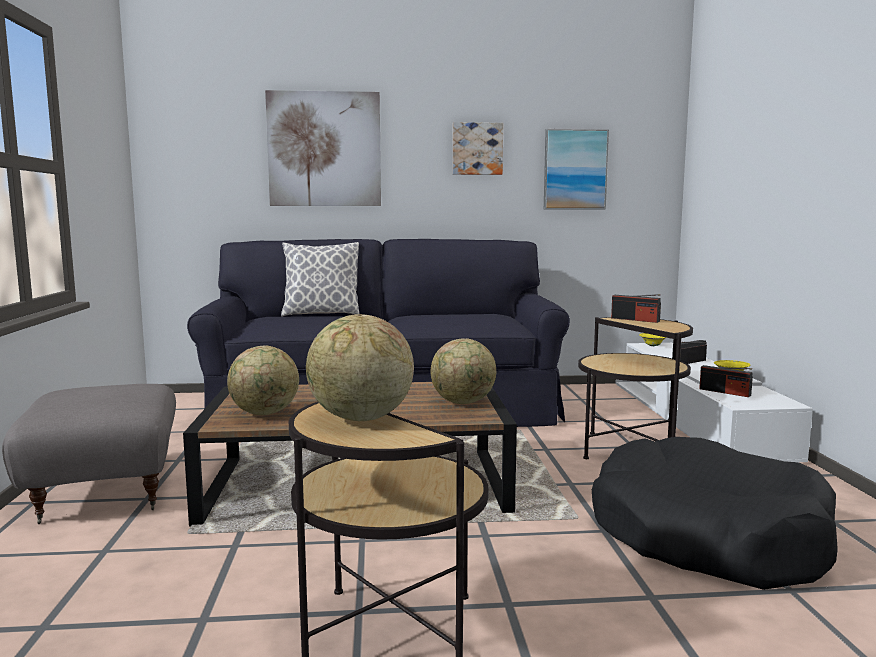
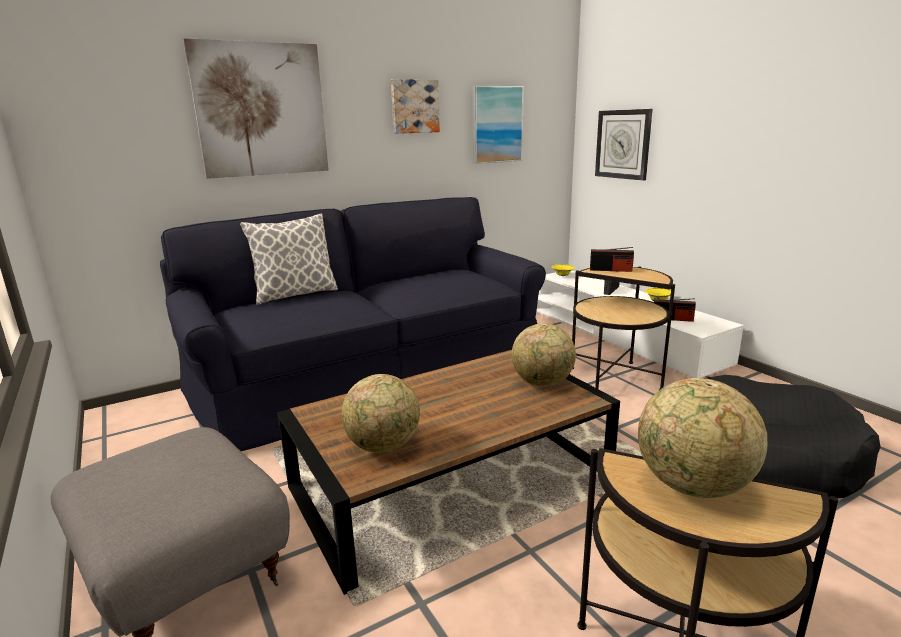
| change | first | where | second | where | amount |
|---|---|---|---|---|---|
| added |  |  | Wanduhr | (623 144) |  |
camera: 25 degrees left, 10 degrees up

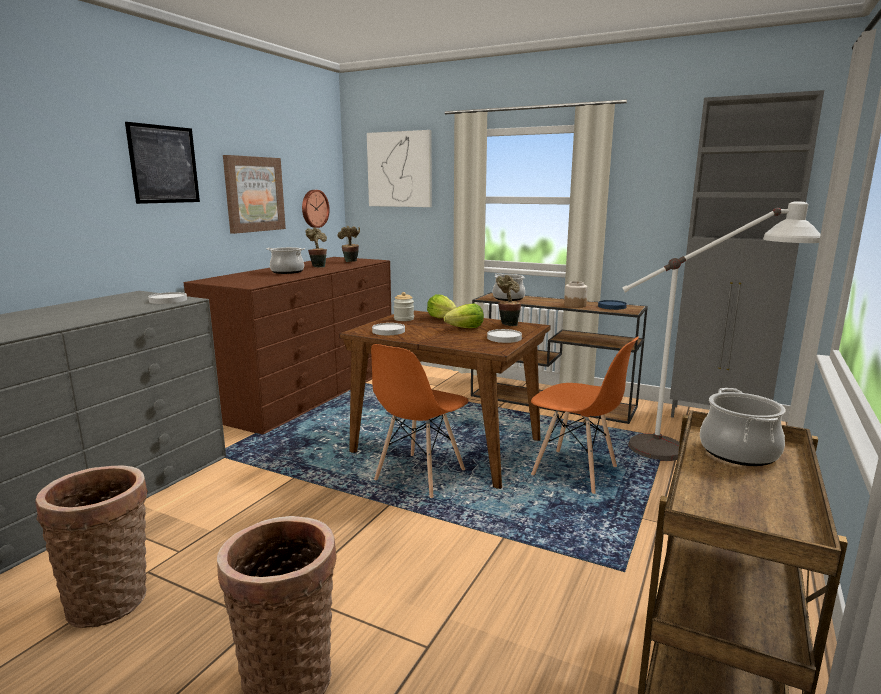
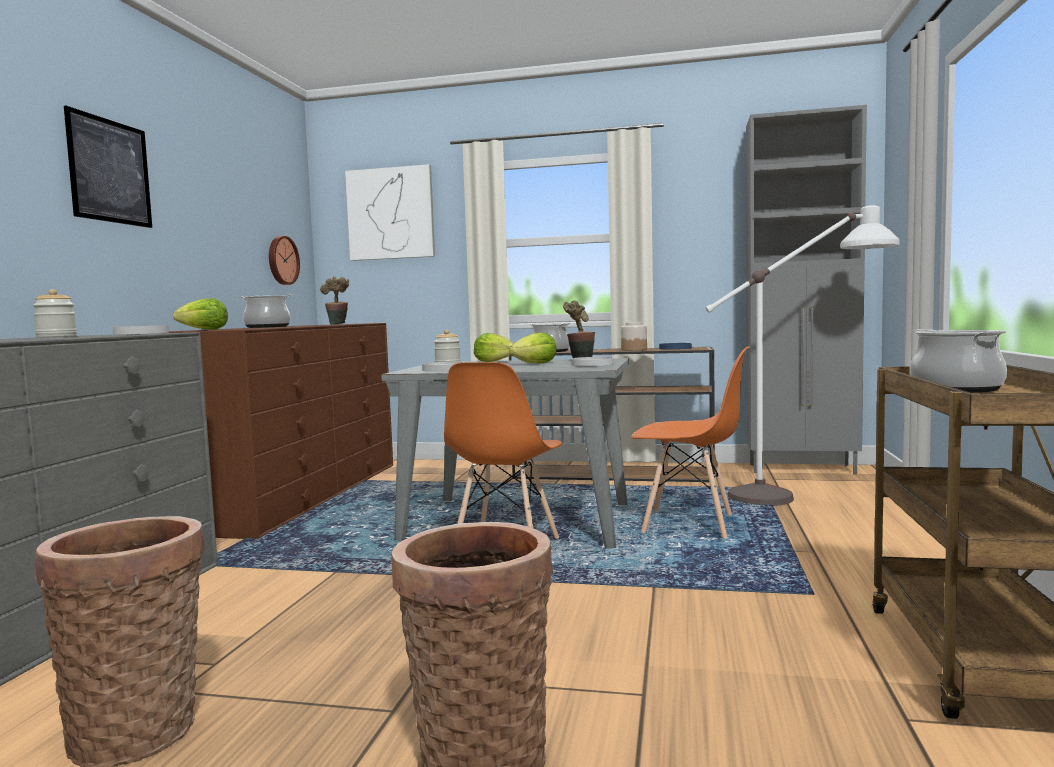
| change | first | where | second | where | amount |
|---|---|---|---|---|---|
| added |  |  | Vorratsglas | (56 336) |  |
| added |  |  | Salatkopf | (204 330) |  |
| recoloured | Esstisch/braun | (448 446) | Esstisch/grau | (521 521) |  |
| removed | Bild | (254 194) |  |  |  |
| removed | Topfpflanze | (318 266) |  |  |  |
camera: 15 degrees left, 10 degrees down

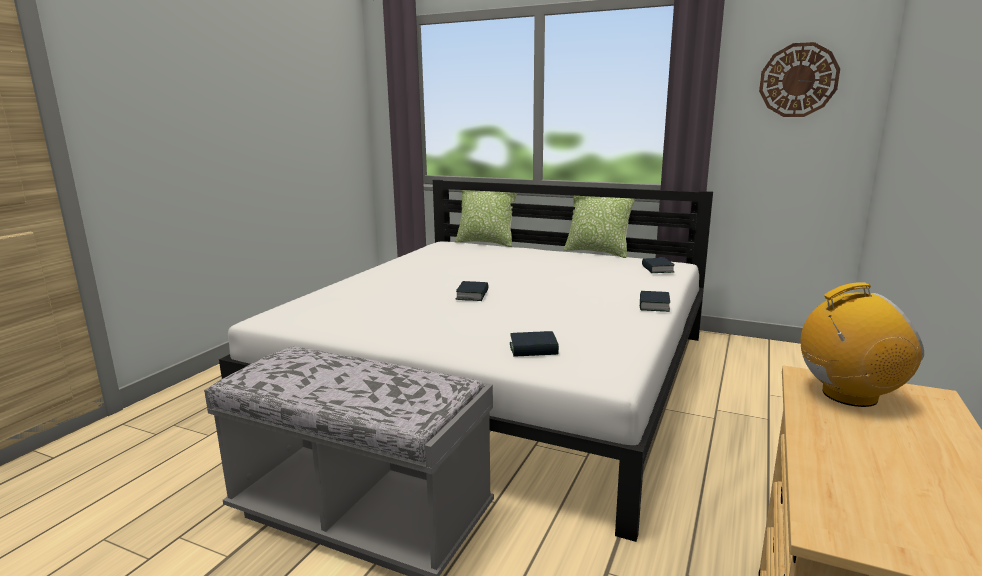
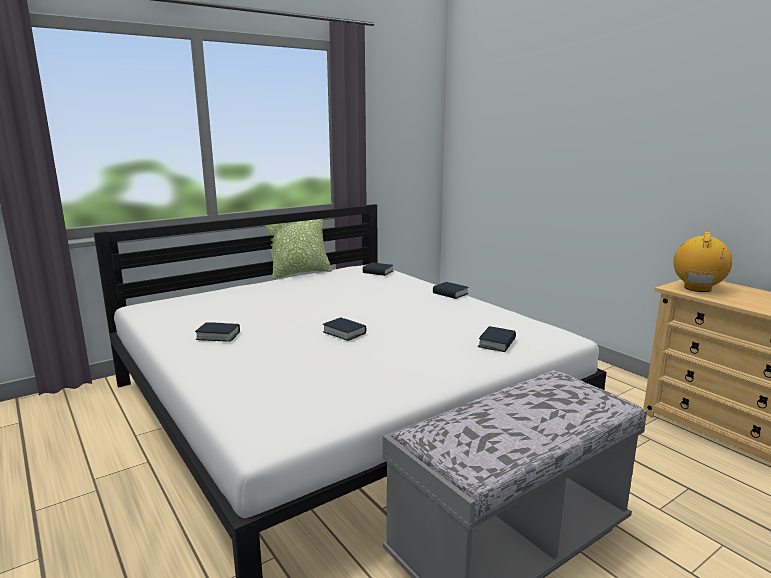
| change | first | where | second | where | amount |
|---|---|---|---|---|---|
| added |  |  | Buch | (218 336) |  |
| removed | Kissen | (486 243) |  |  |  |
| removed | Wanduhr | (798 80) |  |  |  |
camera: 60 degrees left, 0 degrees up

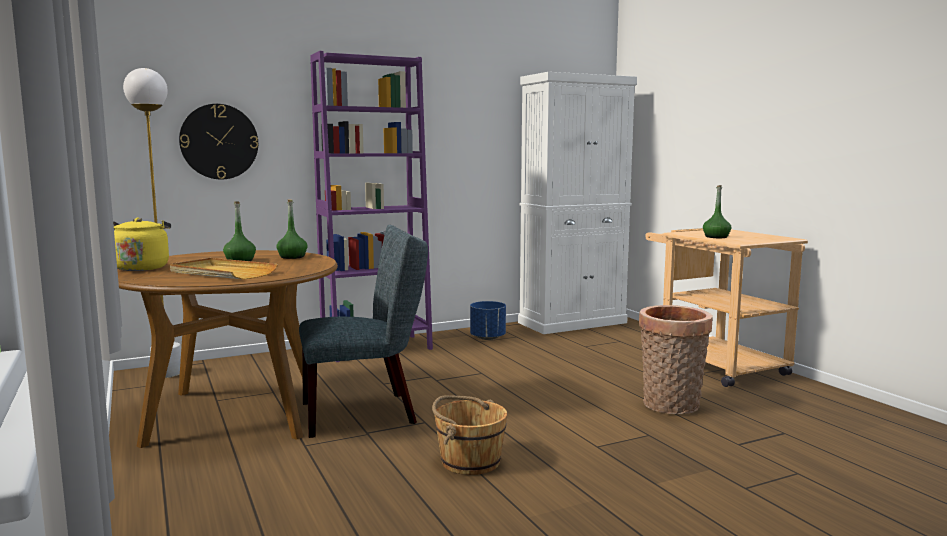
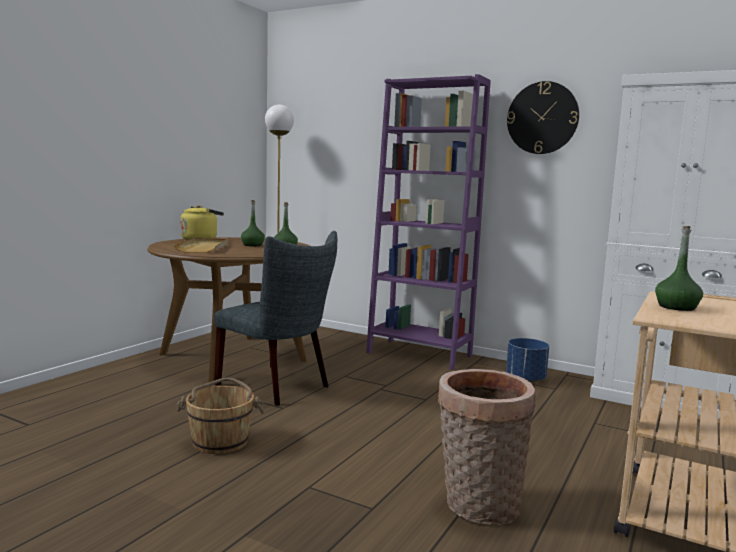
| change | first | where | second | where | amount |
|---|---|---|---|---|---|
| moved | Wanduhr | (219 141) |  | (542 118) |  |
camera: 55 degrees right, 0 degrees up

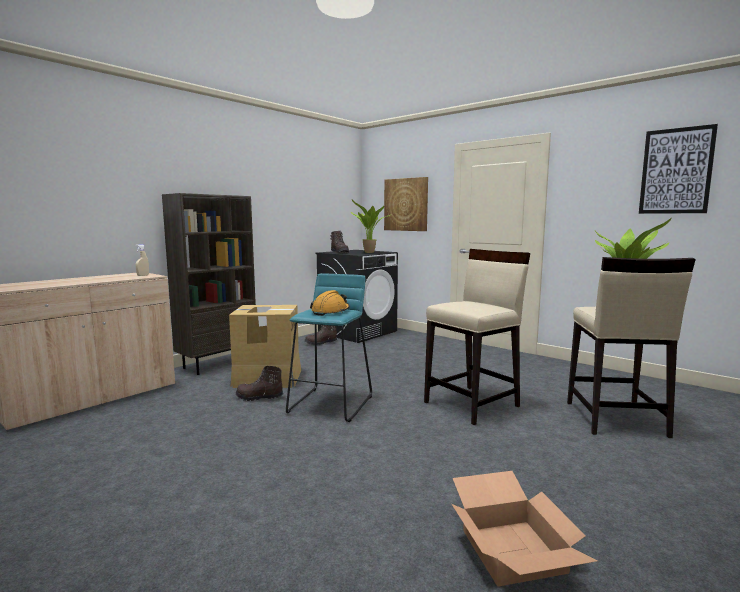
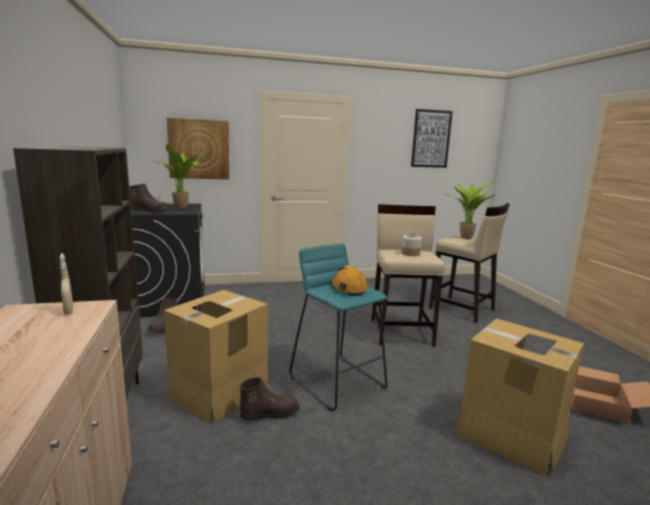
| change | first | where | second | where | amount |
|---|---|---|---|---|---|
| turned | Stiefel/braun | (259 397) |  | (269 414) | 150 degrees counterclockwise |
| added |  |  | Vorratsglas | (410 253) |  |
| added |  |  | Karton | (511 435) |  |
camera: 55 degrees left, 5 degrees up

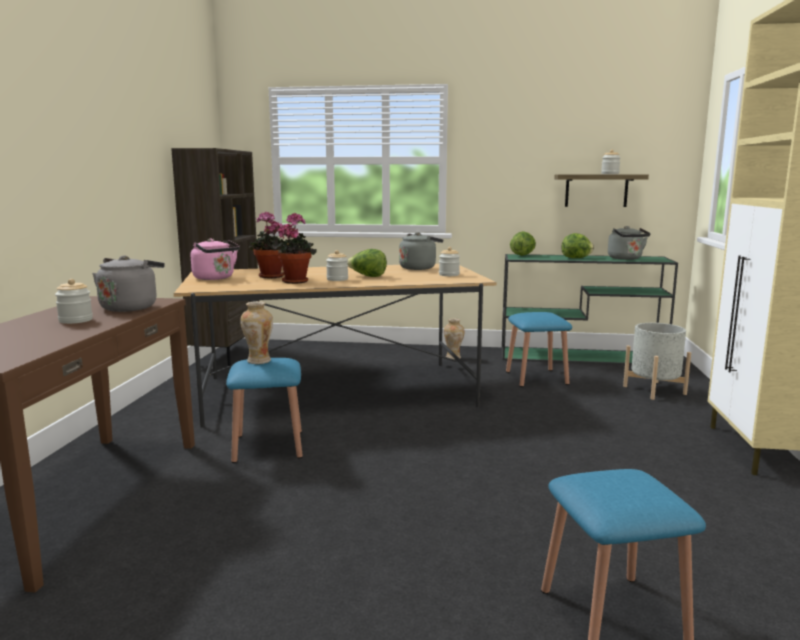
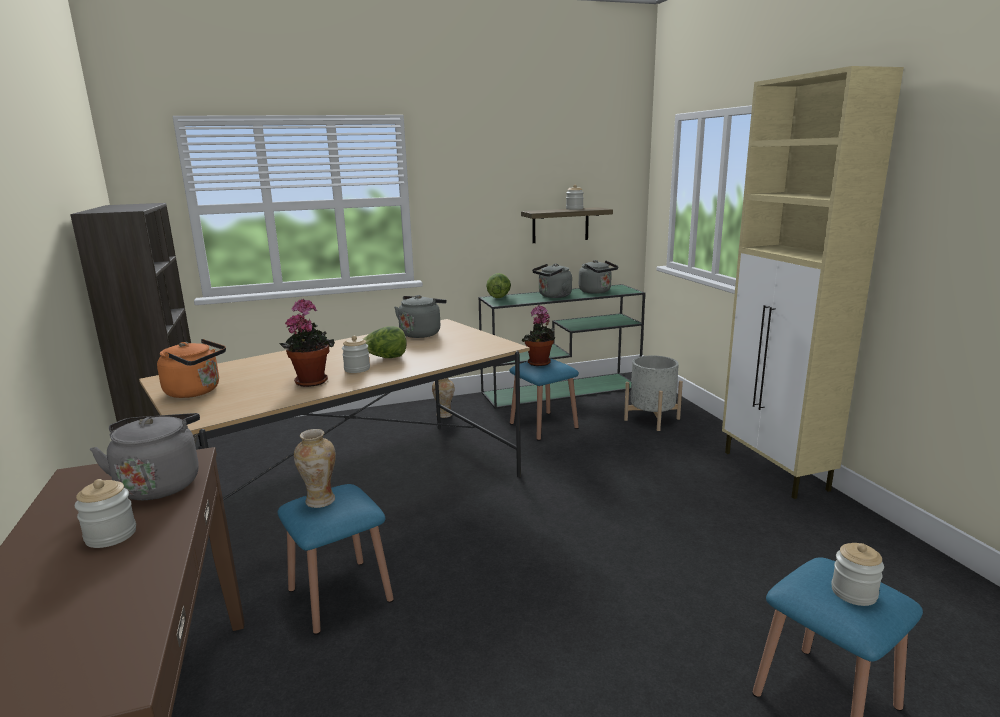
| change | first | where | second | where | amount |
|---|---|---|---|---|---|
| recoloured | Wasserkessel/rosa | (215 278) | Wasserkessel/orange | (196 391) |  |
| moved | Topfpflanze | (270 277) |  | (539 363) |  |
| replaced | Salatkopf | (576 258) | Wasserkessel/grau | (553 296) |  |
| moved | Vorratsglas | (449 275) |  | (853 593) |  |
camera: 25 degrees left, 5 degrees up

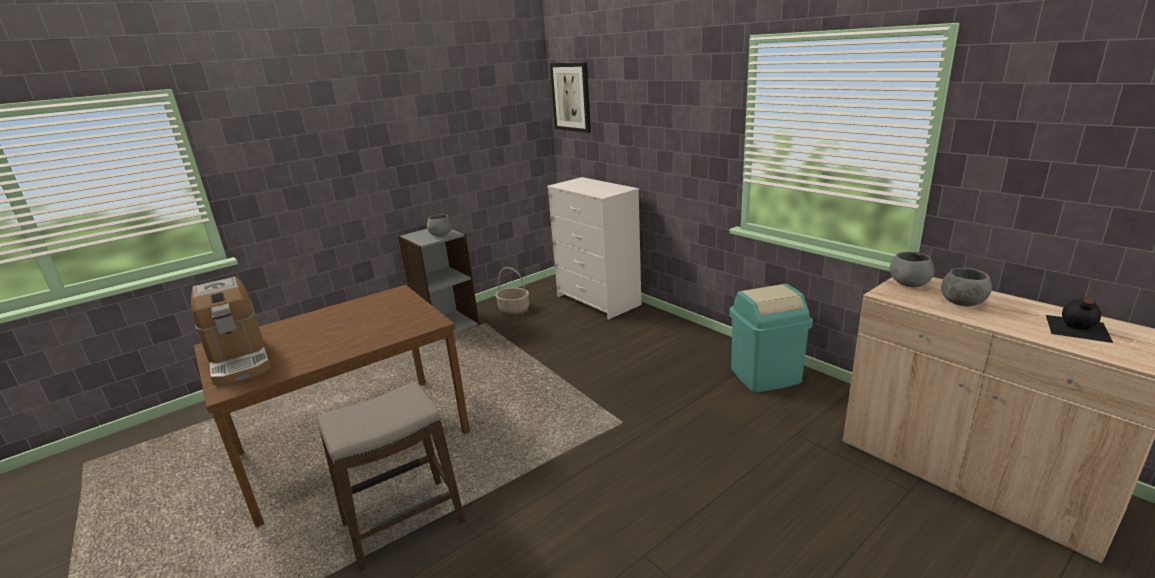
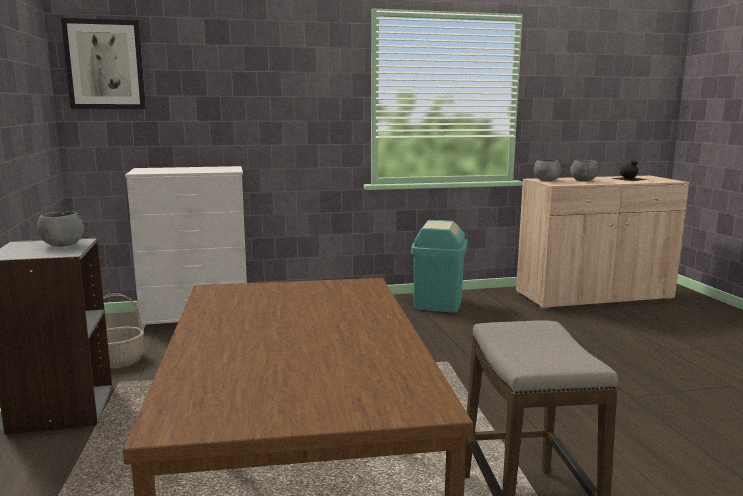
| change | first | where | second | where | amount |
|---|---|---|---|---|---|
| removed | Kaffeemaschine | (240 360) |  |  |  |
camera: 65 degrees left, 10 degrees down

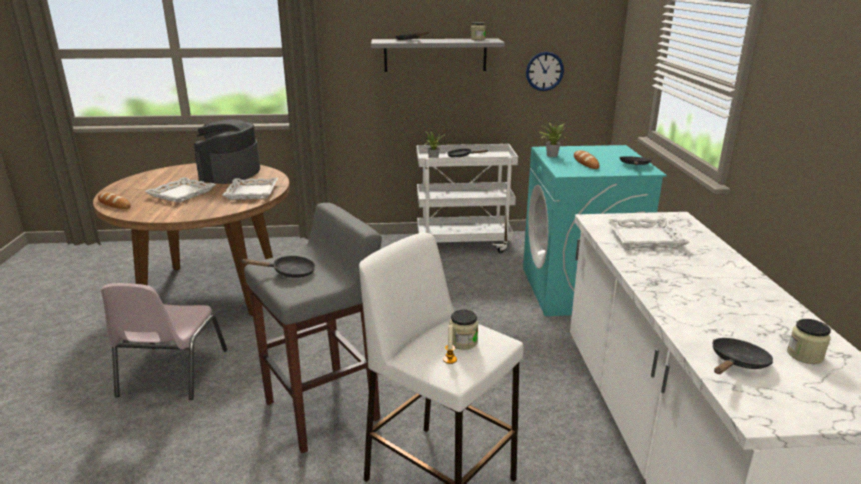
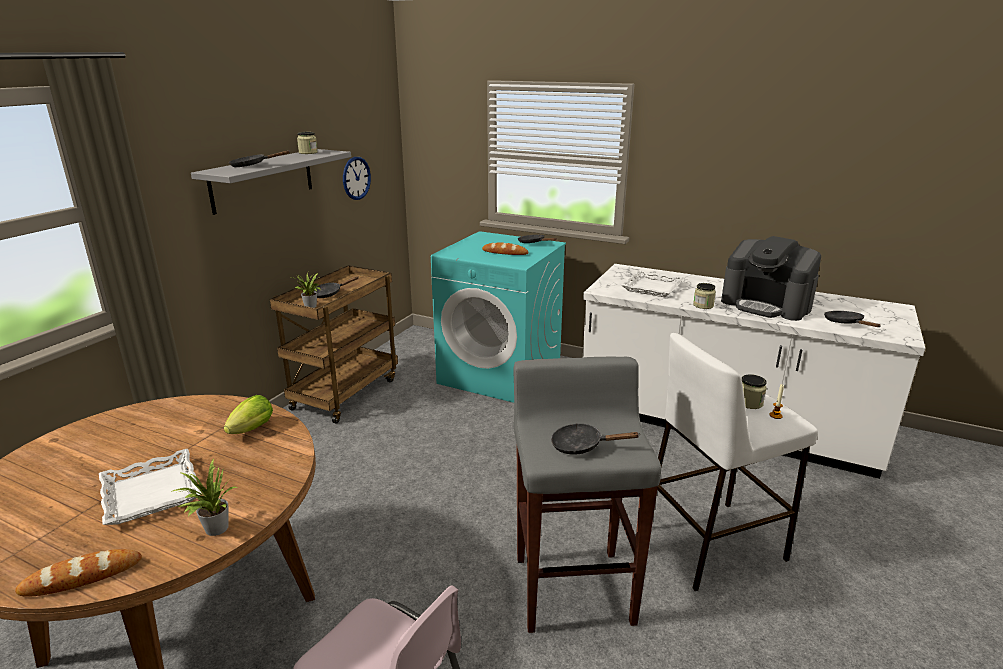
| change | first | where | second | where | amount |
|---|---|---|---|---|---|
| moved | Topfpflanze | (550 155) |  | (213 529) |  |
| replaced | Tablett/weiß | (252 192) | Salatkopf | (249 431) |  |
| recoloured | Rollwagen/weiß | (464 244) | Rollwagen/braun | (345 393) |  |
| turned | Pfanne/schwarz | (289 272) |  | (582 446) | 105 degrees counterclockwise |
| moved | Vorratsglas | (804 355) |  | (703 305) |  |
| moved | Kaffeemaschine | (230 173) |  | (766 305) |  |
camera: 60 degrees left, 0 degrees up

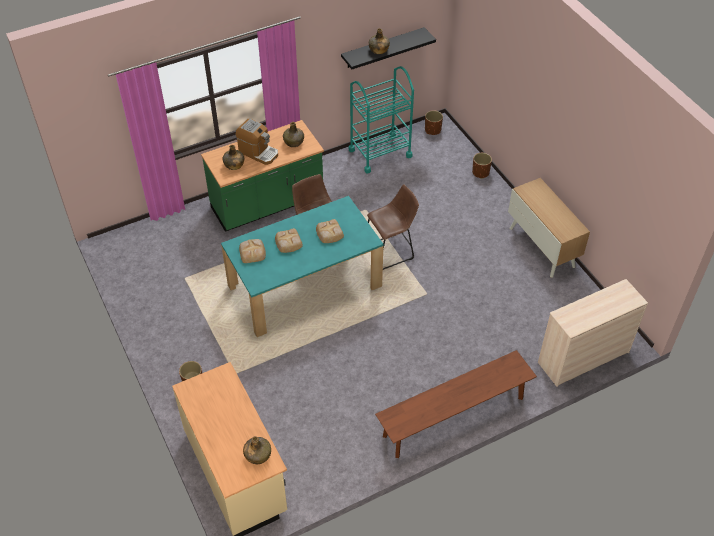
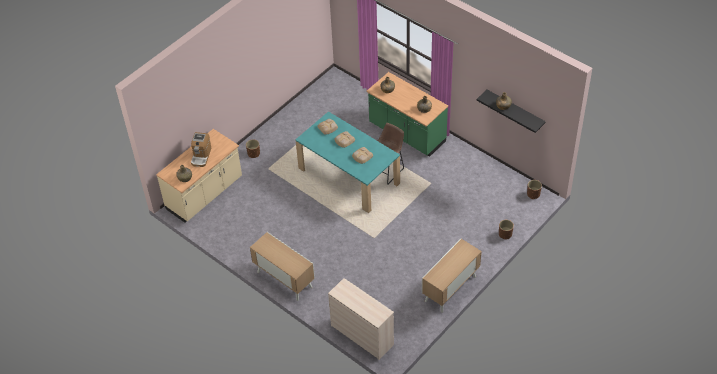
| change | first | where | second | where | amount |
|---|---|---|---|---|---|
| moved | Kaffeemaschine | (258 152) |  | (201 156) |  |
| replaced | Bank/braun | (454 417) | Schrank | (284 279) |  |
| removed | Rollwagen/türkis | (380 153) |  |  |  |
| removed | Hocker/braun | (390 252) |  |  |  |
camera: 70 degrees right, 0 degrees up

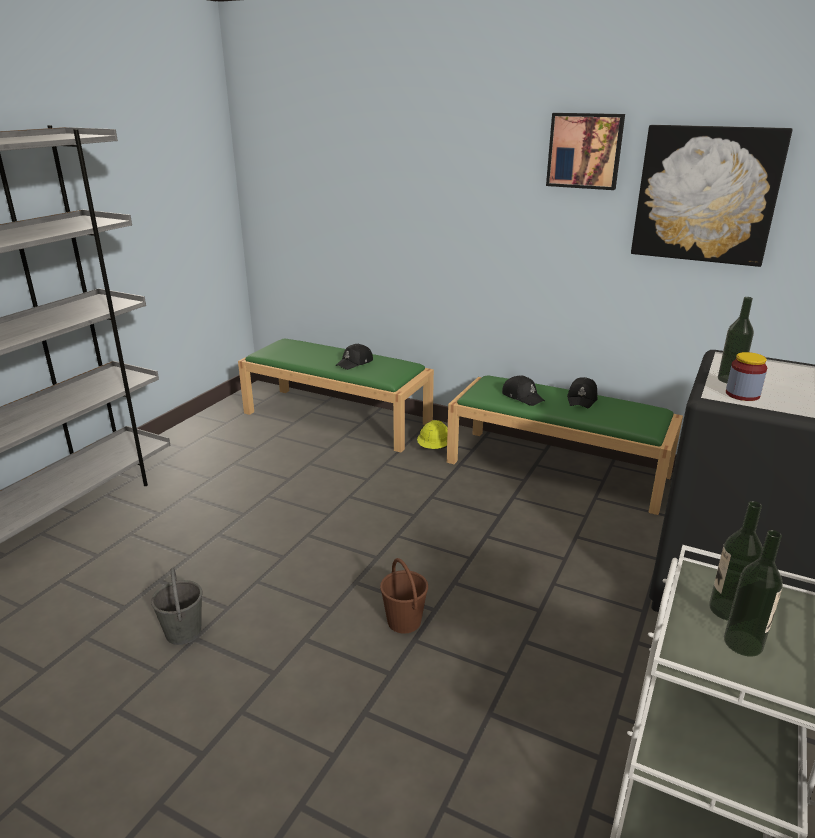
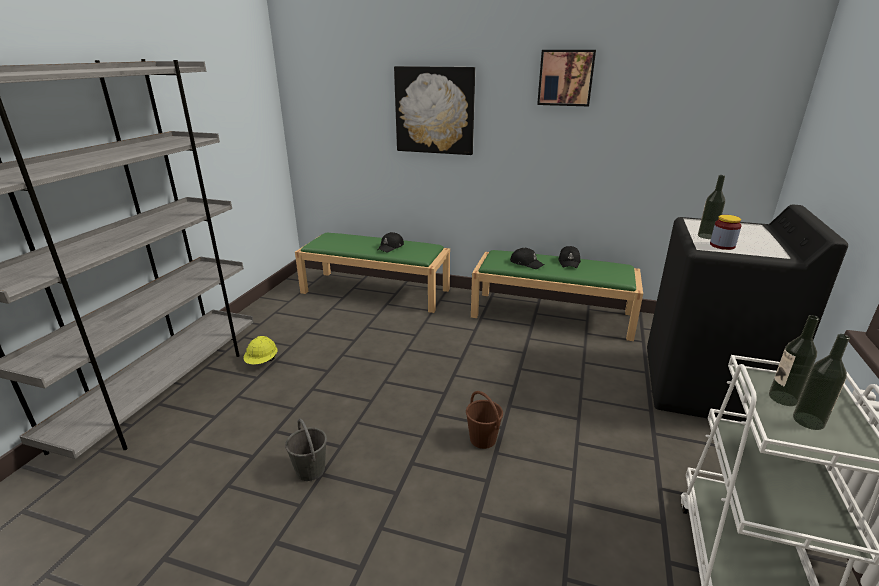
| change | first | where | second | where | amount |
|---|---|---|---|---|---|
| moved | Schutzhelm/gelb | (434 448) |  | (262 362) |  |
| moved | Bild | (706 195) |  | (435 110) |  |
camera: 10 degrees left, 0 degrees up

